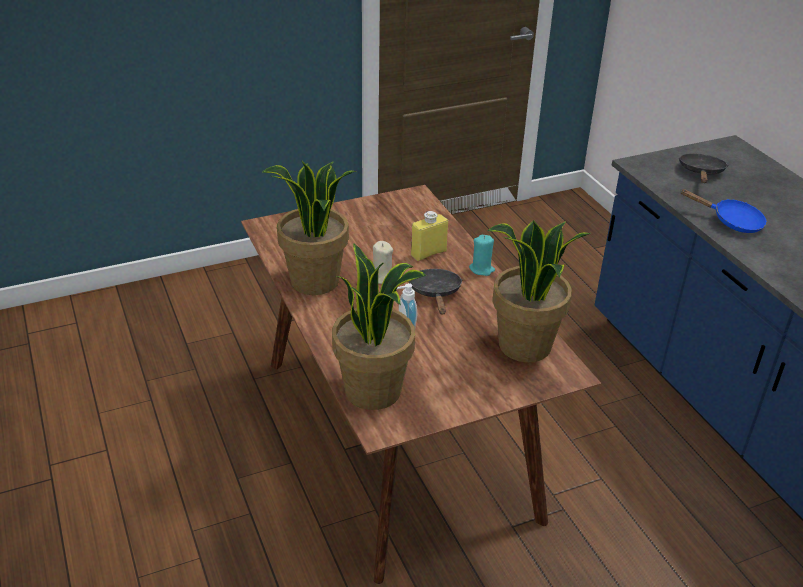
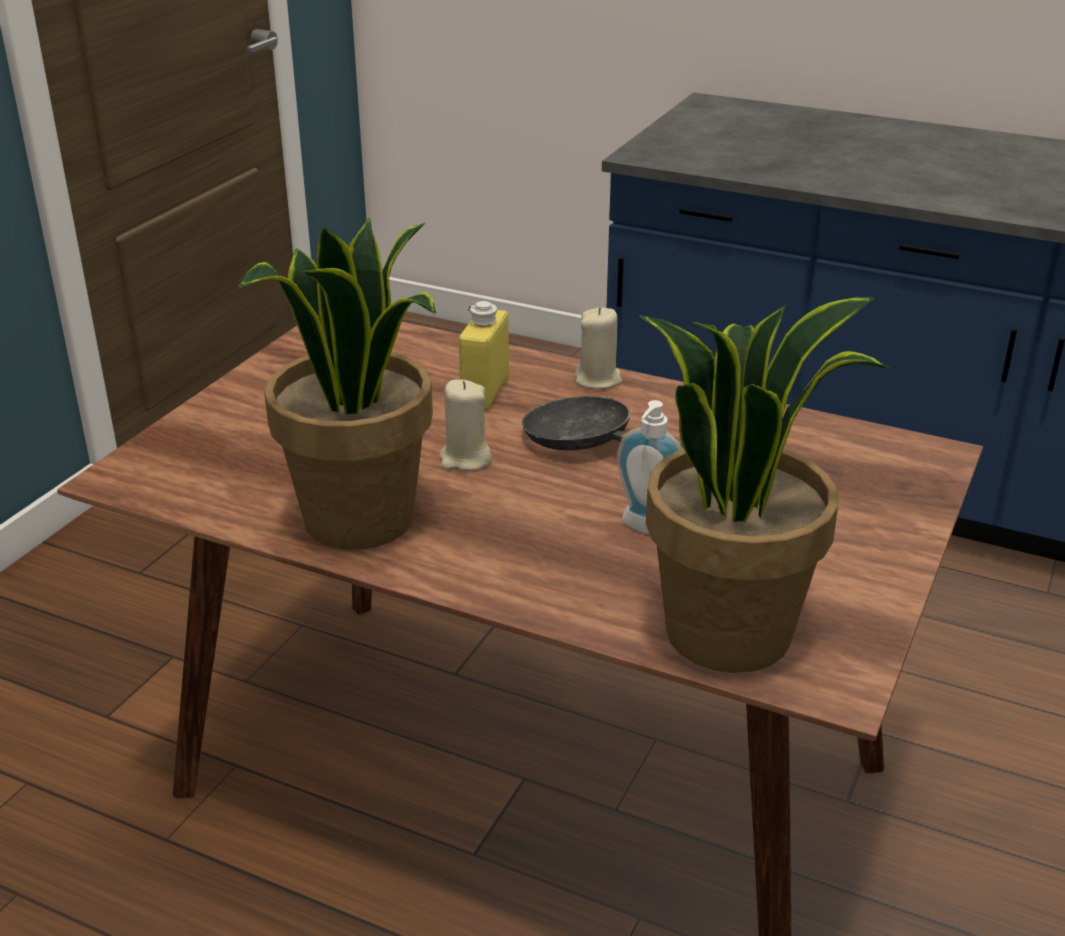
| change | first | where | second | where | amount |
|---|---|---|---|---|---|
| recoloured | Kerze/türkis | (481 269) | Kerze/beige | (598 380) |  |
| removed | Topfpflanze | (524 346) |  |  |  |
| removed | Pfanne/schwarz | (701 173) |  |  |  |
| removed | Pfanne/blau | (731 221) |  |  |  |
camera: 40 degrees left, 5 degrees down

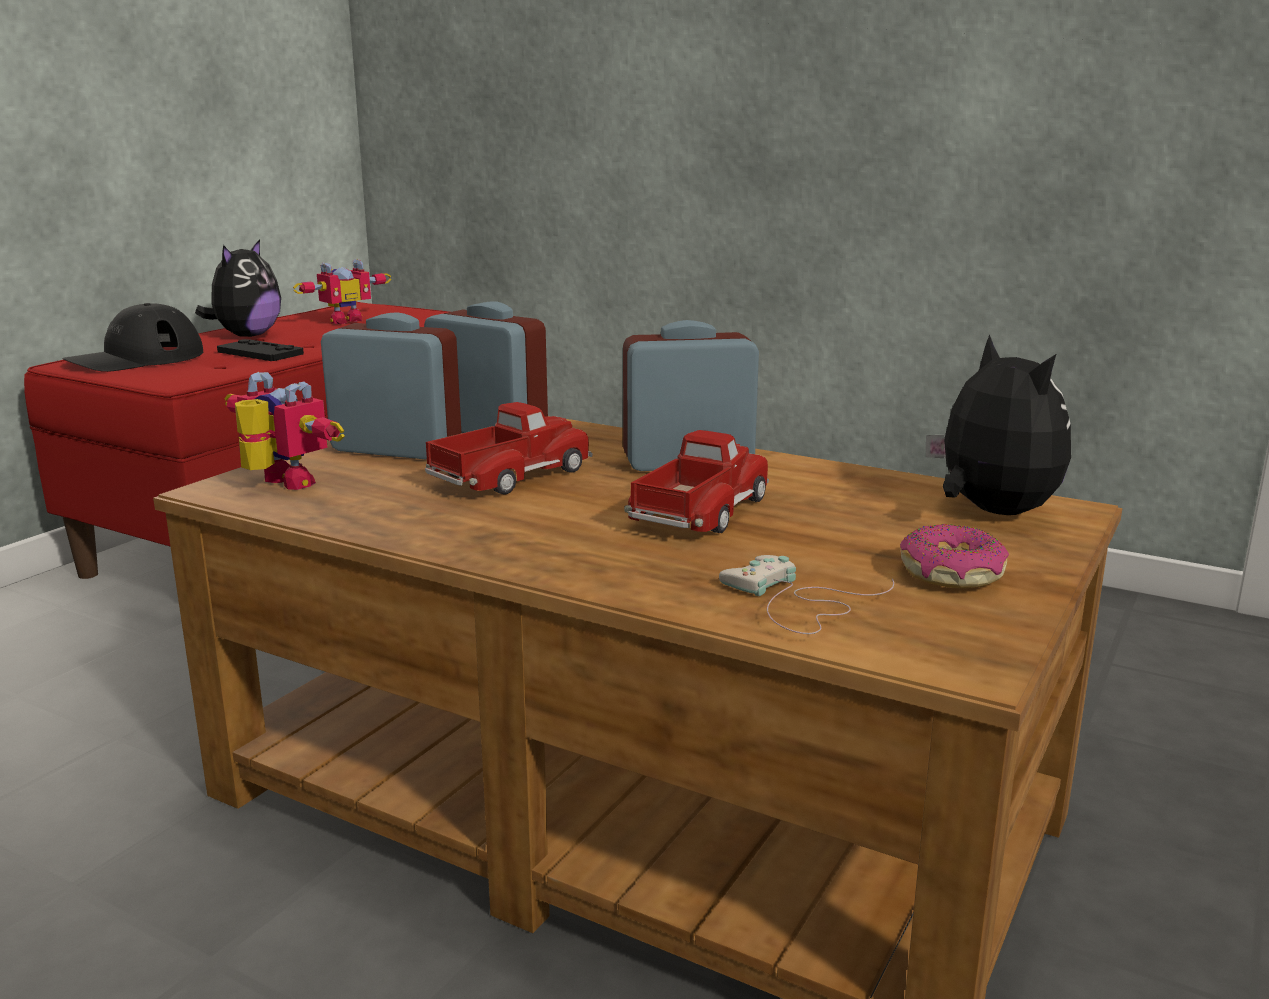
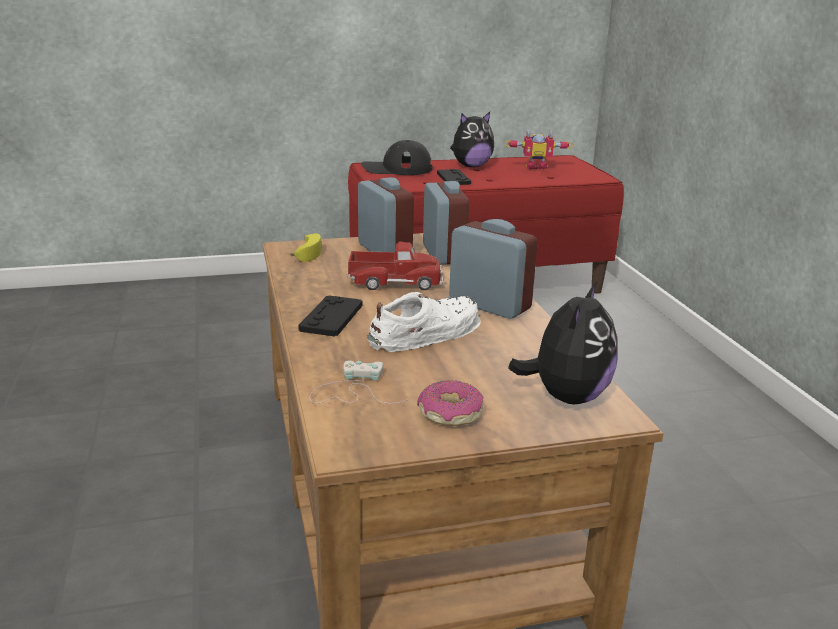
| change | first | where | second | where | amount |
|---|---|---|---|---|---|
| replaced | Spielzeugroboter | (278 485) | Banane | (306 252) |  |
| added |  |  | Gamepad/schwarz | (331 317) |  |
| replaced | Spielzeuglaster | (701 512) | Schuh/weiß | (426 332) |  |
camera: 45 degrees right, 5 degrees up

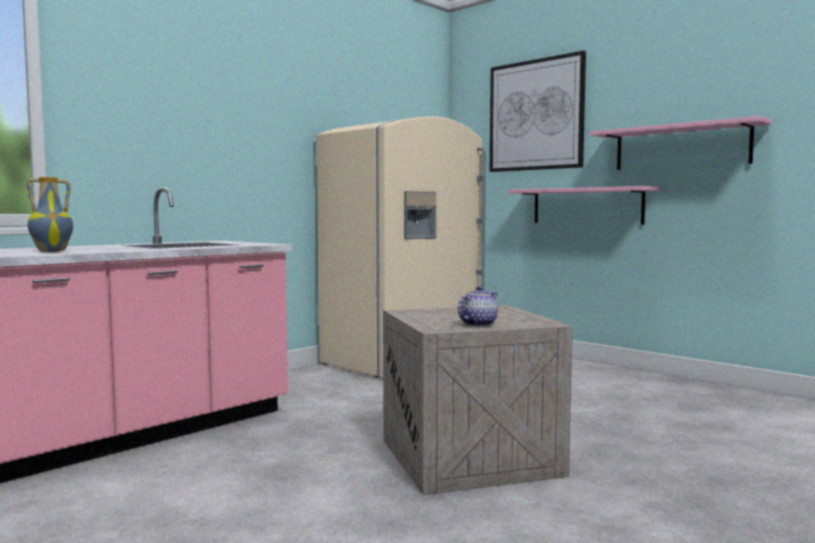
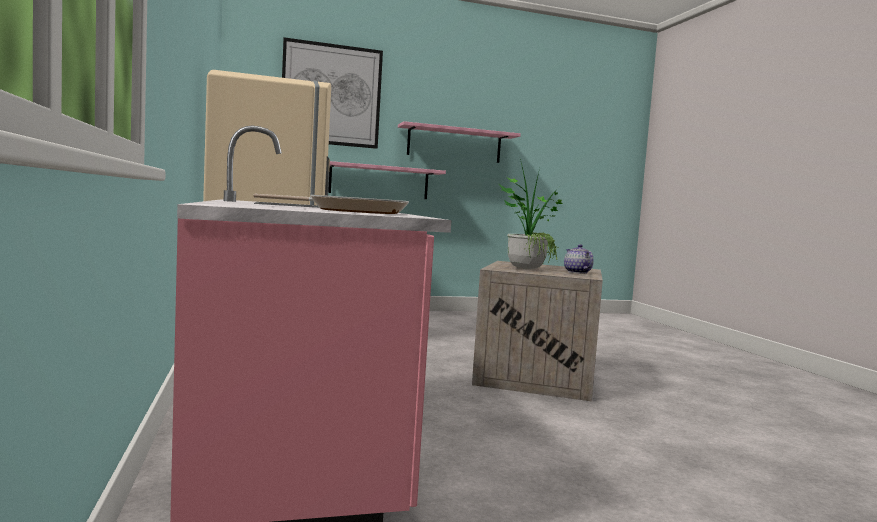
| change | first | where | second | where | amount |
|---|---|---|---|---|---|
| replaced | Vase | (52 251) | Pfanne | (351 211) |  |
| added |  |  | Topfpflanze | (527 268) |  |
camera: 60 degrees left, 0 degrees up

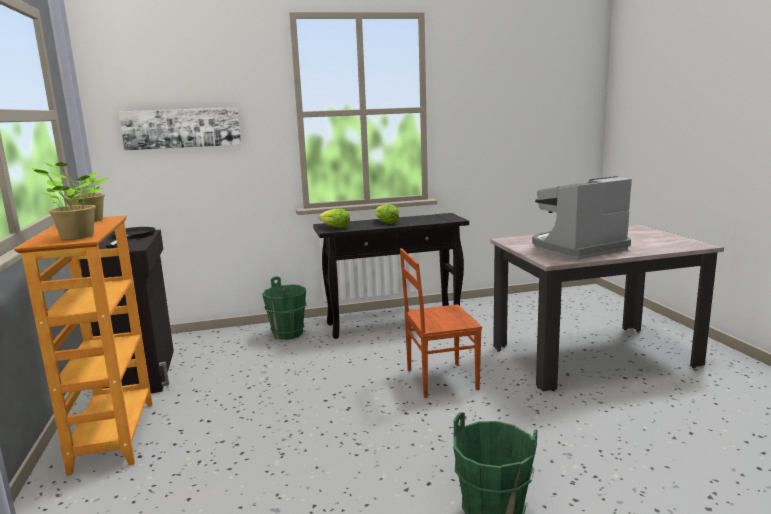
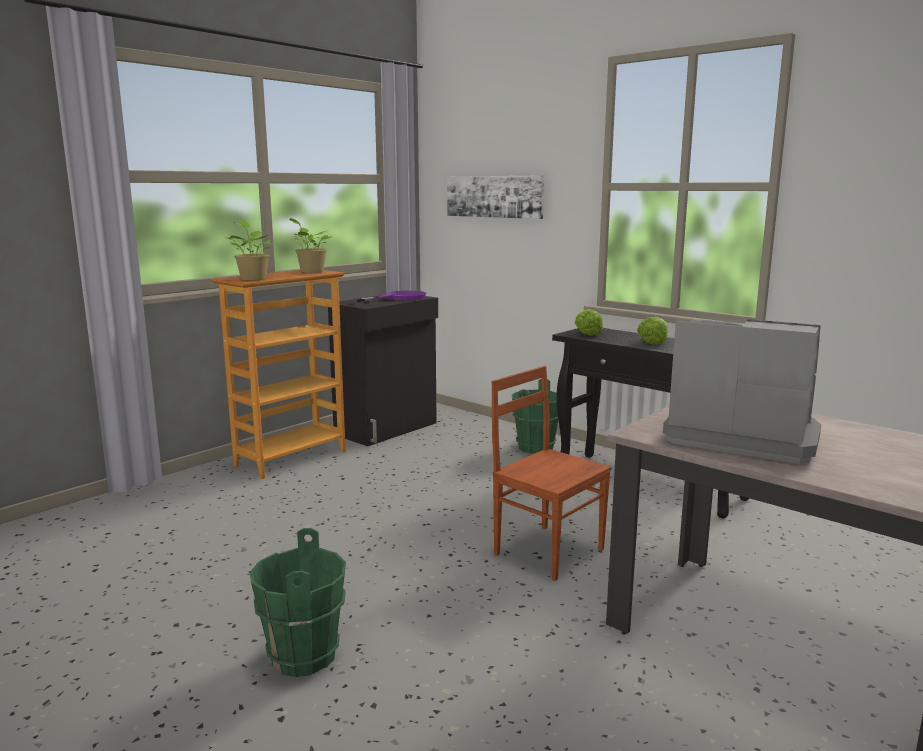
| change | first | where | second | where | amount |
|---|---|---|---|---|---|
| recoloured | Pfanne/schwarz | (130 237) | Pfanne/lila | (399 298) |  |
camera: 55 degrees right, 0 degrees up

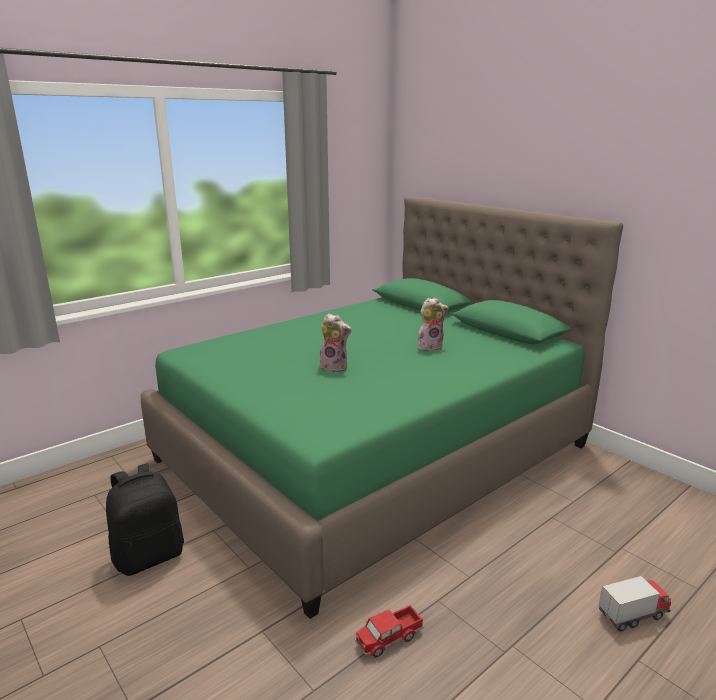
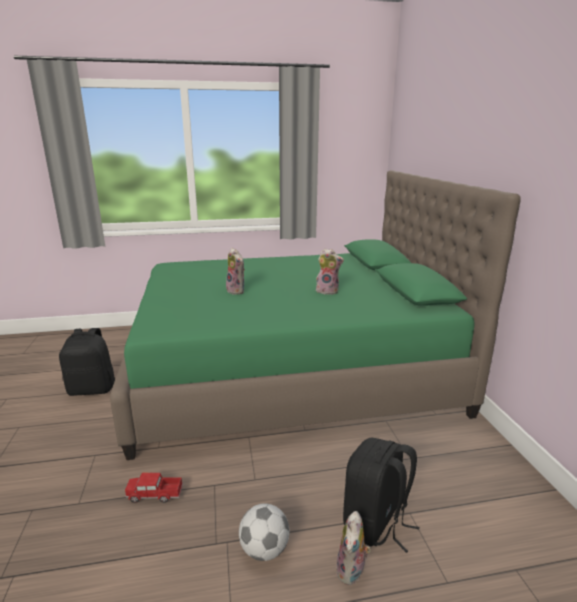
| change | first | where | second | where | amount |
|---|---|---|---|---|---|
| added |  |  | Fußball | (264 549) |  |
| replaced | Spielzeuglaster | (632 615) | Plüschtier | (352 571) |  |
| added |  |  | Rucksack/schwarz | (376 523) |  |
camera: 30 degrees right, 0 degrees up

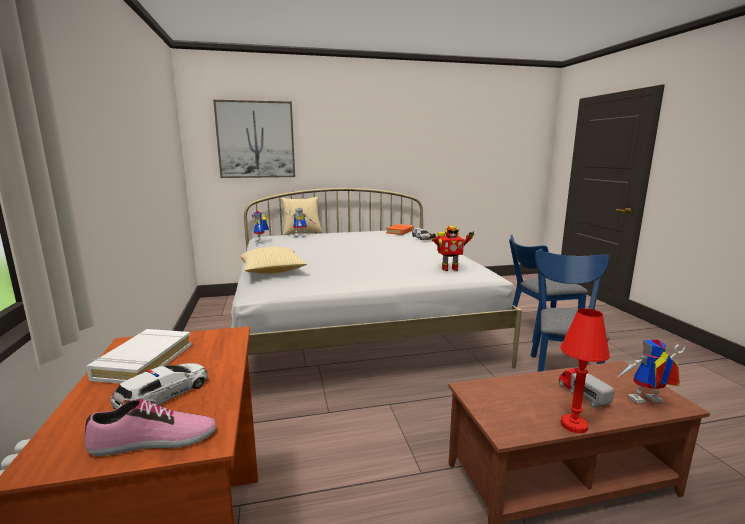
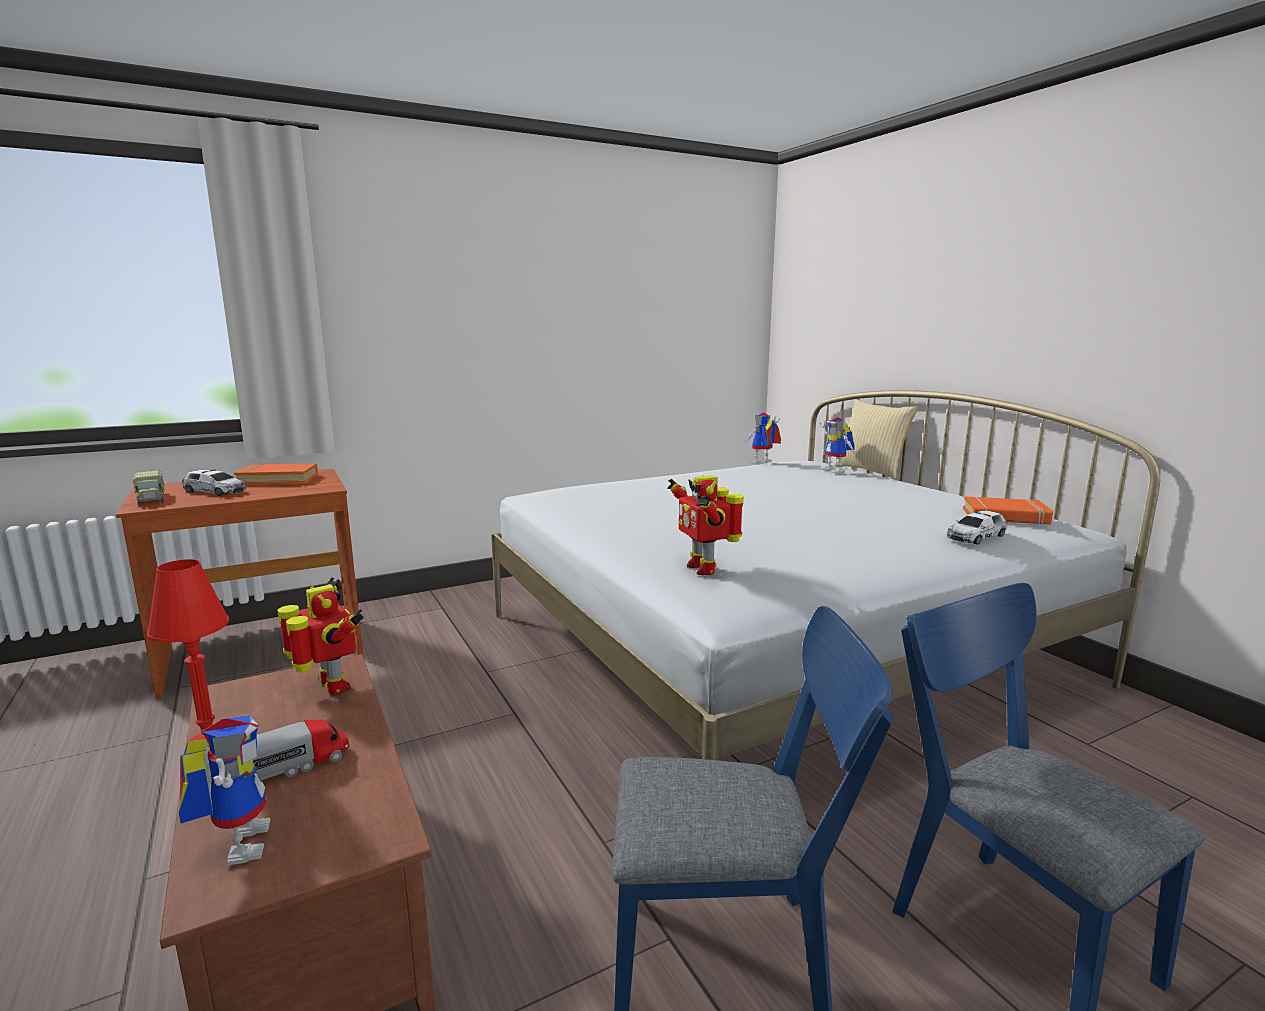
| change | first | where | second | where | amount |
|---|---|---|---|---|---|
| replaced | Schuh | (154 441) | Spielzeuglaster | (151 499) |  |
| recoloured | Buch/weiß | (143 361) | Buch/orange | (279 480) |  |
| added |  |  | Spielzeugroboter | (331 687) |  |
| removed | Bild | (256 140) |  |  |  |
| removed | Kissen | (272 271) |  |  |  |
camera: 75 degrees right, 0 degrees up

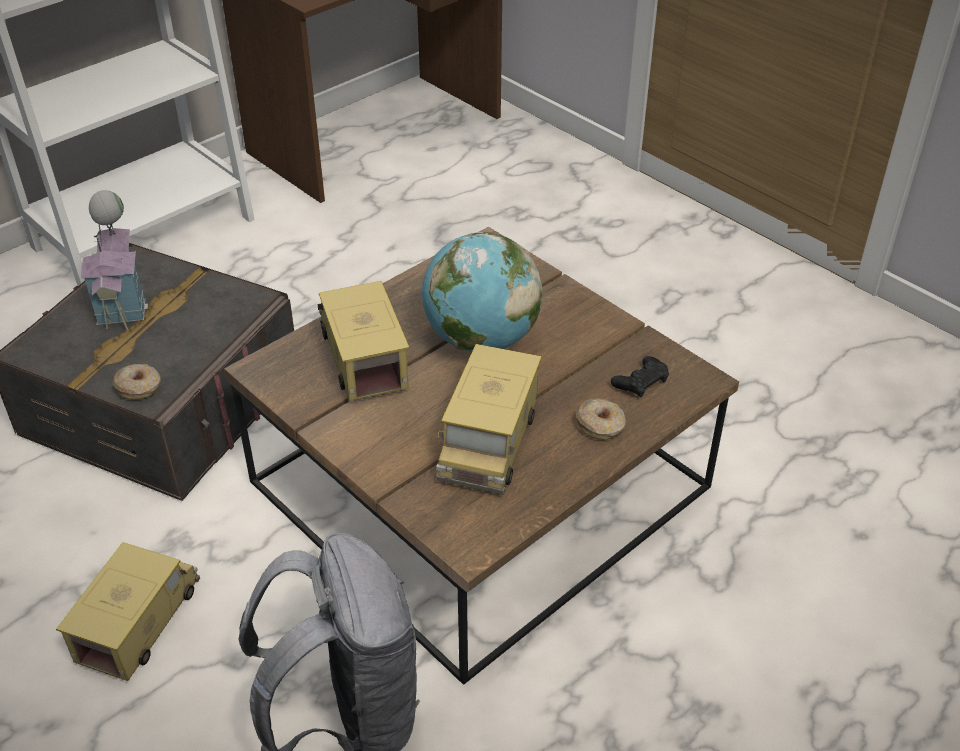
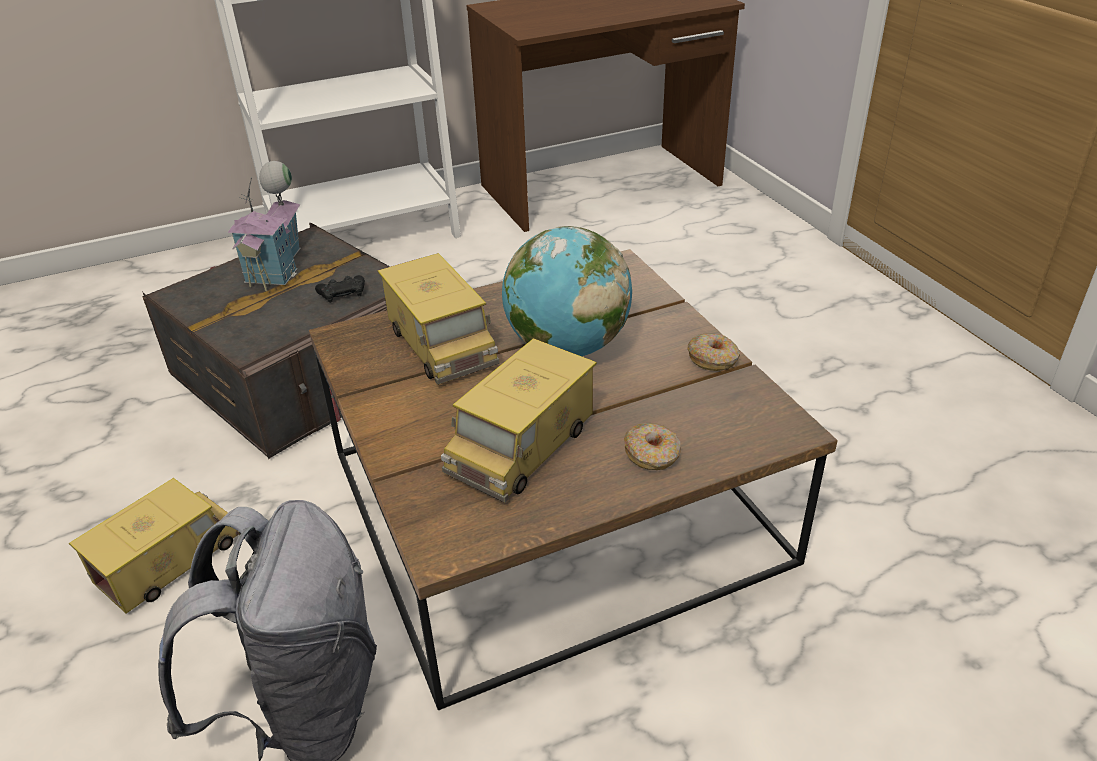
| change | first | where | second | where | amount |
|---|---|---|---|---|---|
| moved | Gamepad/schwarz | (640 382) |  | (342 293) |  |
| turned | Spielzeuglaster | (363 358) |  | (441 344) | 150 degrees clockwise |
| moved | Donut | (139 387) |  | (713 359) |  |
camera: 20 degrees right, 5 degrees down

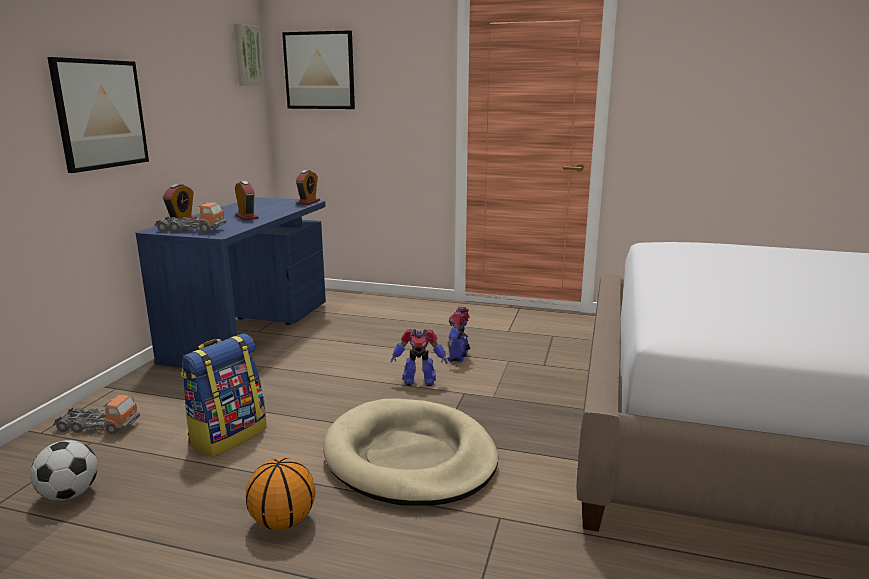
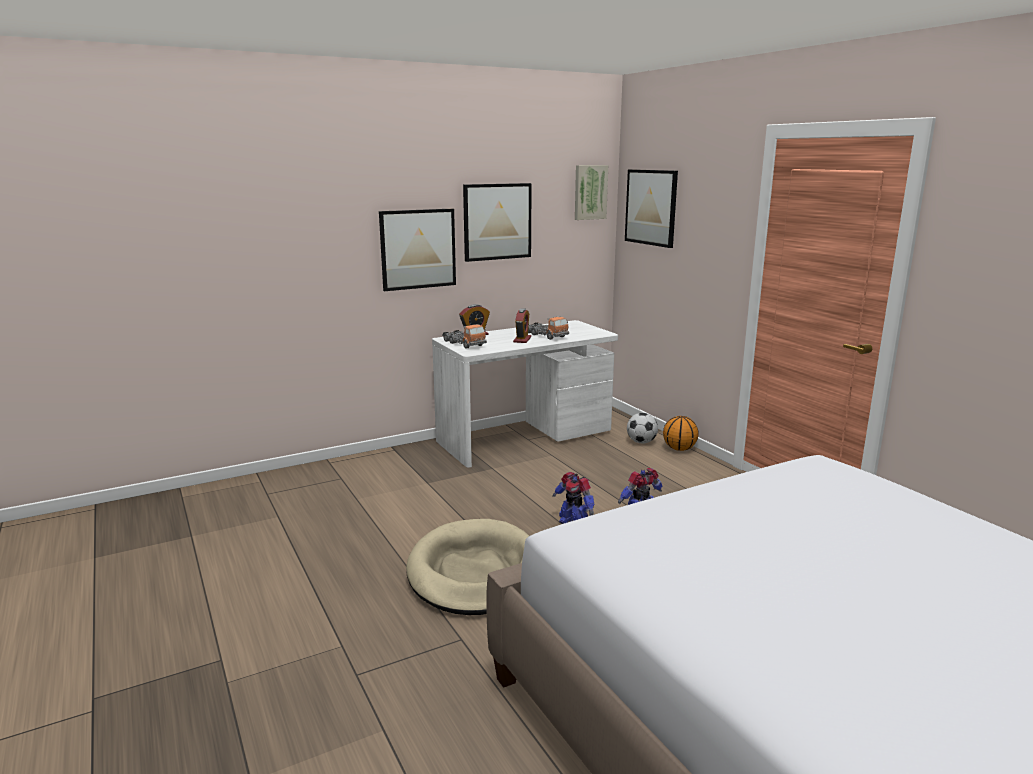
| change | first | where | second | where | amount |
|---|---|---|---|---|---|
| recoloured | Schreibtisch/blau | (252 331) | Schreibtisch/weiß | (525 437) |  |
| added |  |  | Bild | (497 221) |  |
| moved | Spielzeuglaster | (98 426) |  | (545 335) |  |
| moved | Fußball | (69 494) |  | (641 442) |  |
| moved | Basketball | (284 521) |  | (680 449) |  |
| removed | Rucksack | (228 436) |  |  |  |
| removed | Wecker | (308 202) |  |  |  |
camera: 45 degrees right, 0 degrees up

